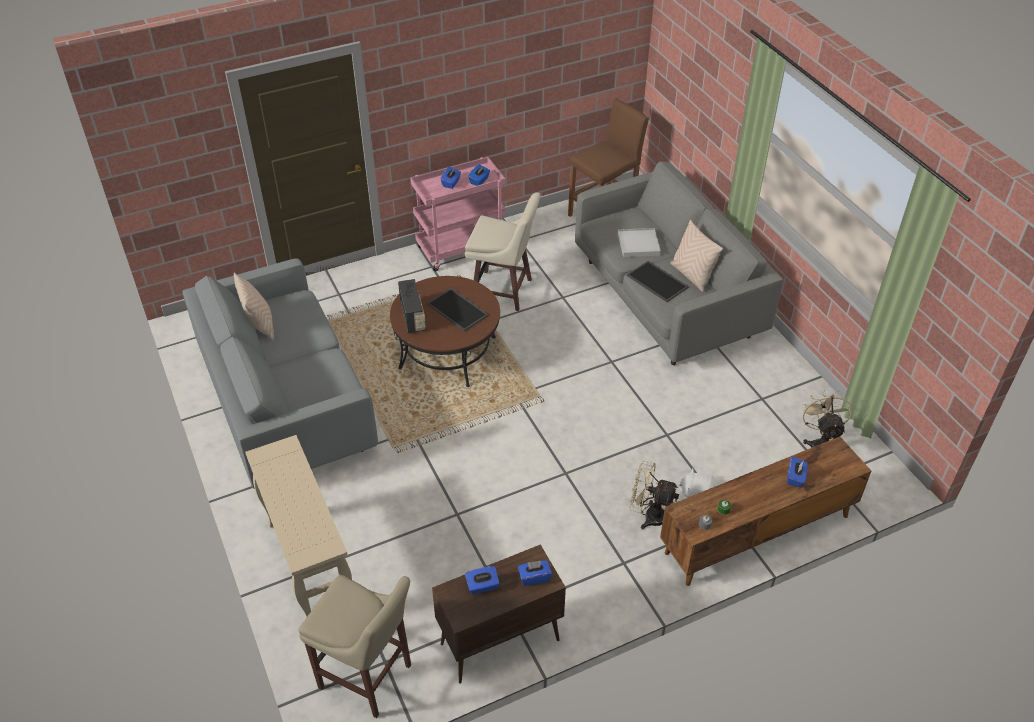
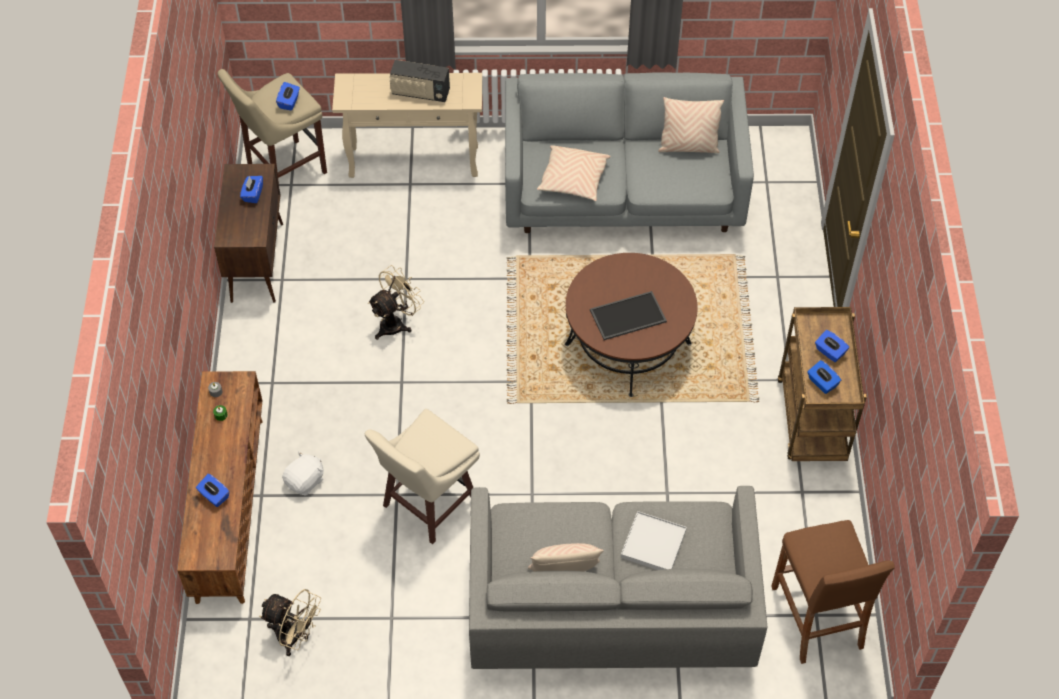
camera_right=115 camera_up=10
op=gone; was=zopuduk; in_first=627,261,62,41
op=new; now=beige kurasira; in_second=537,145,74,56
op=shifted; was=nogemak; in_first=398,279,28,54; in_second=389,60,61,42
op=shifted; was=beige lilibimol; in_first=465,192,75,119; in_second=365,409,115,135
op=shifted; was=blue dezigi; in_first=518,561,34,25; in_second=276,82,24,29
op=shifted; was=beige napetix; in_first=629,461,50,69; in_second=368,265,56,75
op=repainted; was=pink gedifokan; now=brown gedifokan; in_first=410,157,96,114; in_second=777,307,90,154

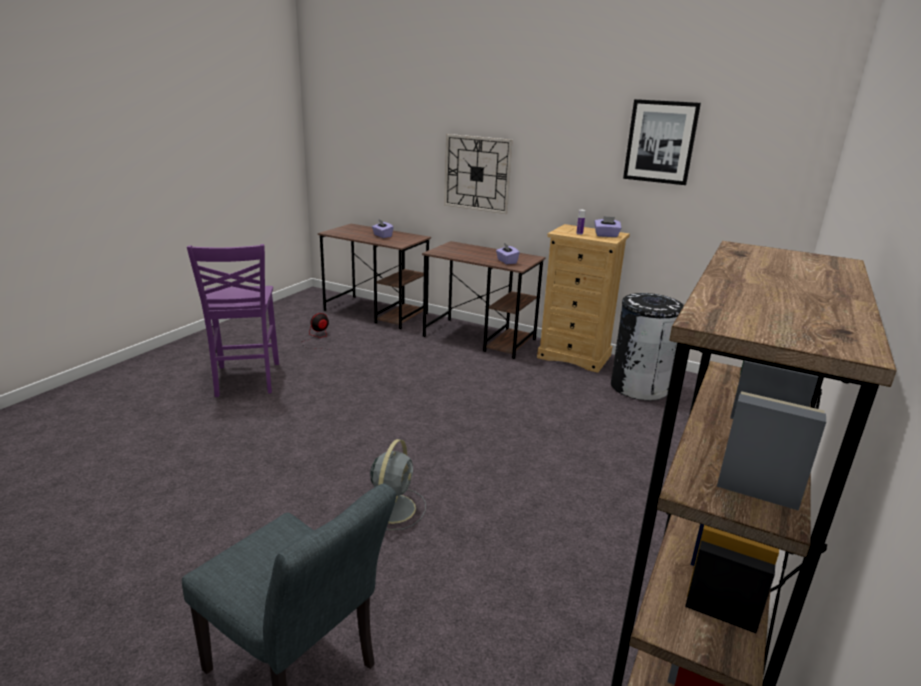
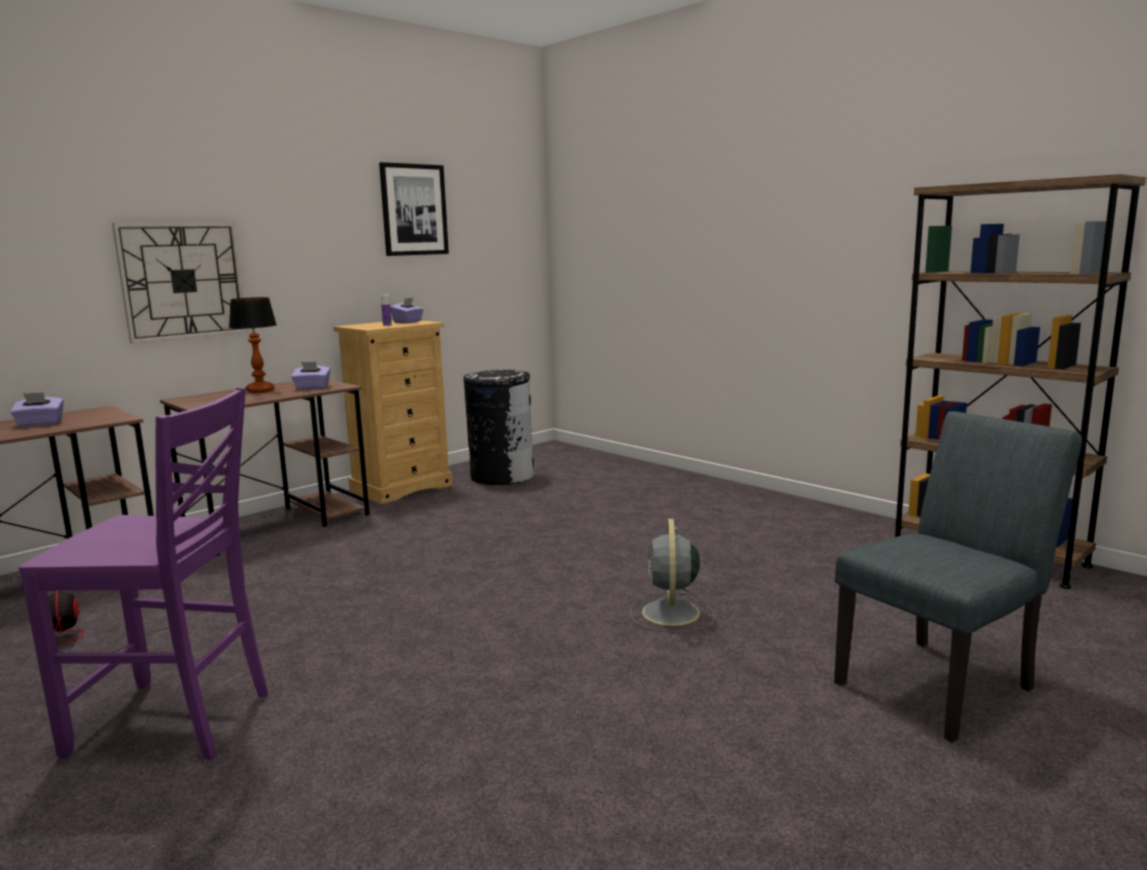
camera_right=-70 camera_up=-10
op=new; now=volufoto; in_second=229,297,48,96
op=rotated; was=grey napetix; in_first=370,439,56,91; in_second=630,519,85,114; clockwise=-120

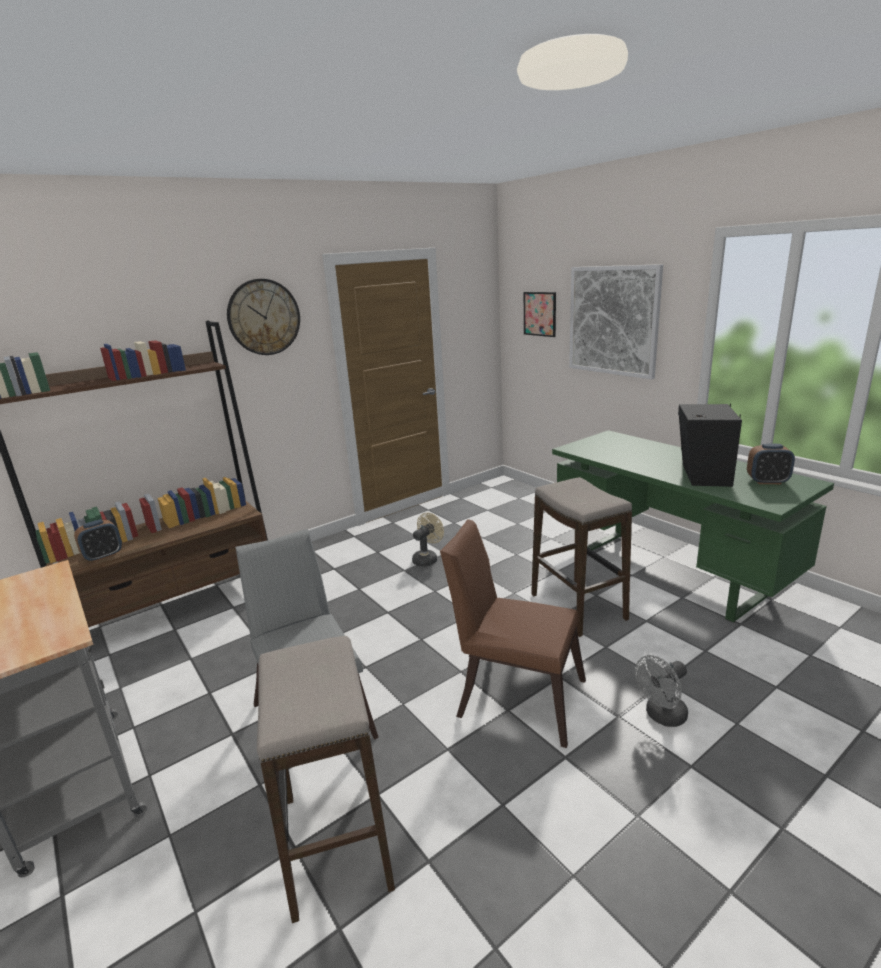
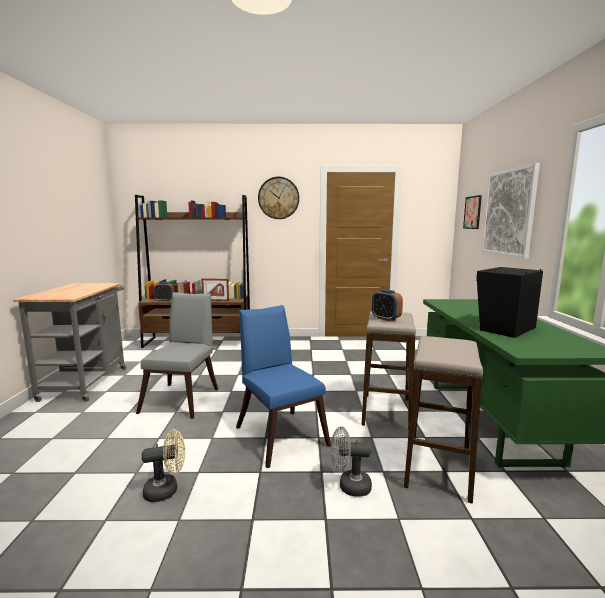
camera_right=35 camera_up=-10
op=new; now=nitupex; in_second=201,278,28,23
op=shifted; was=lilibimol; in_first=257,636,138,287; in_second=404,336,79,168
op=shifted; was=beige napetix; in_first=412,513,32,54; in_second=142,429,43,73
op=shifted; was=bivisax; in_first=747,444,48,40; in_second=372,289,31,32
op=repainted; was=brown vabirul; now=blue vabirul; in_first=440,519,146,229; in_second=236,305,95,163

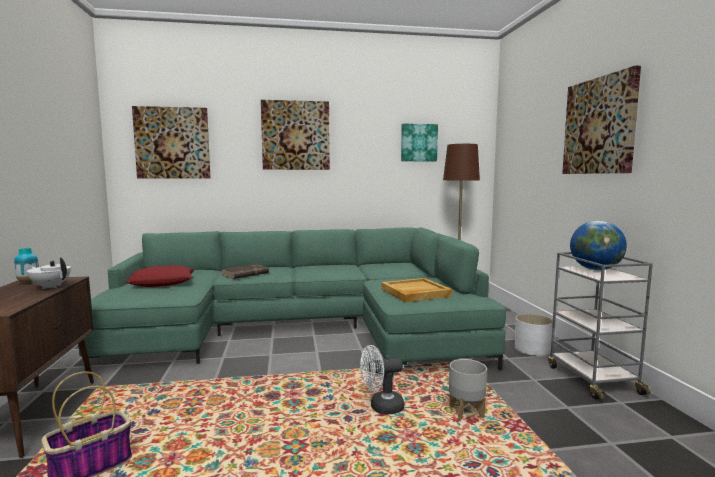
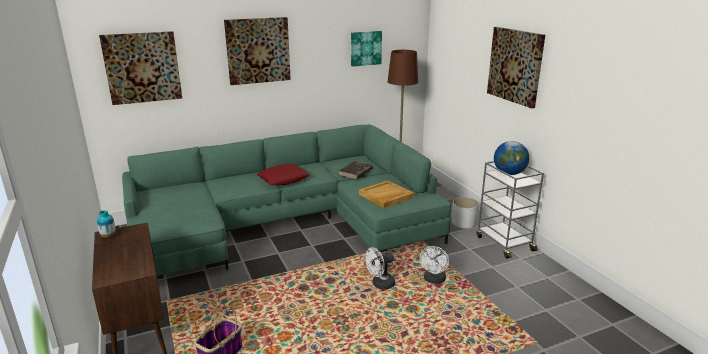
camera_right=-15 camera_up=15
op=gone; was=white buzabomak; in_first=27,257,44,32
op=shifted; was=red kurasira; in_first=126,265,68,22; in_second=257,164,53,22
op=shifted; was=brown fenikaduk; in_first=222,264,47,15; in_second=339,161,34,18
op=swapped; was=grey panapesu; now=white napetix; in_first=449,359,38,61; in_second=420,246,29,38

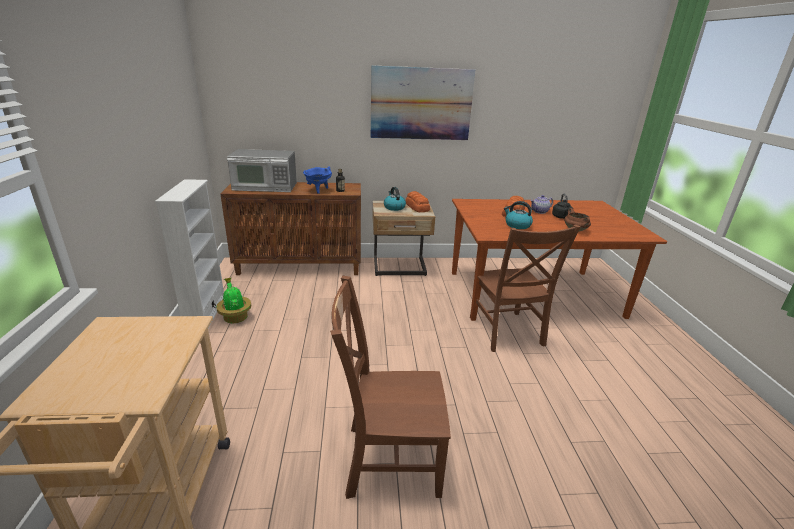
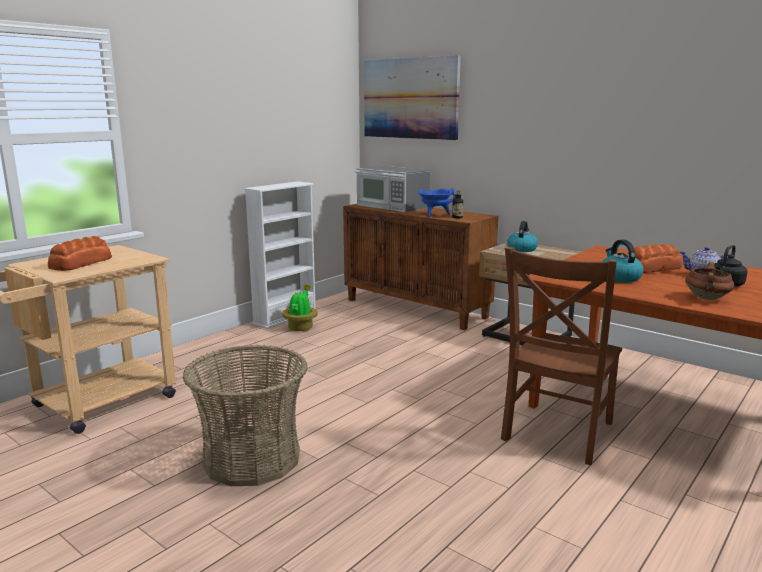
camera_right=45 camera_up=-10
op=shifted; was=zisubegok; in_first=371,65,104,75; in_second=364,55,97,85
op=shifted; was=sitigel; in_first=405,191,25,21; in_second=48,236,64,35
op=swapped; was=brown vabirul; now=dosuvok; in_first=330,276,121,223; in_second=183,345,125,141

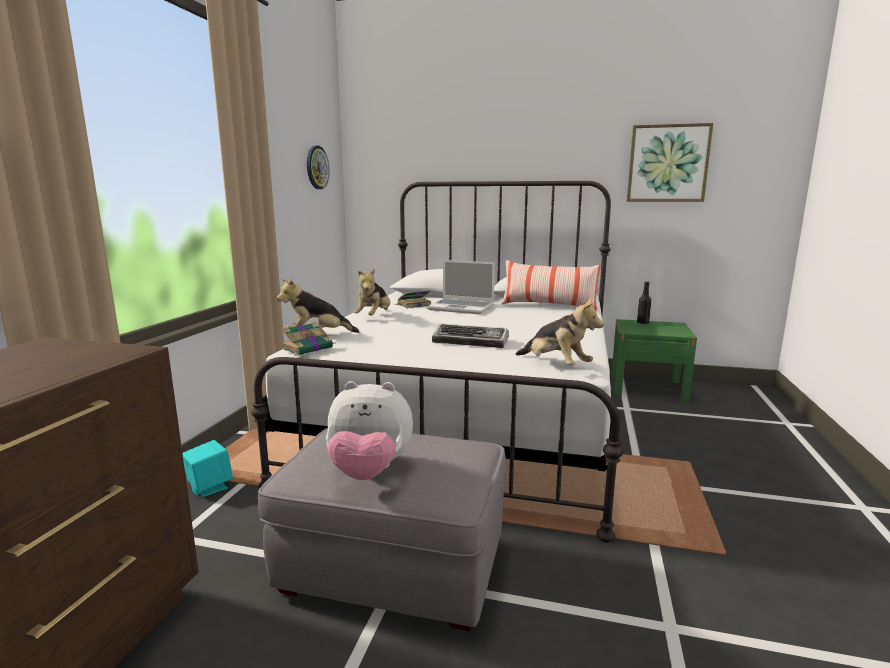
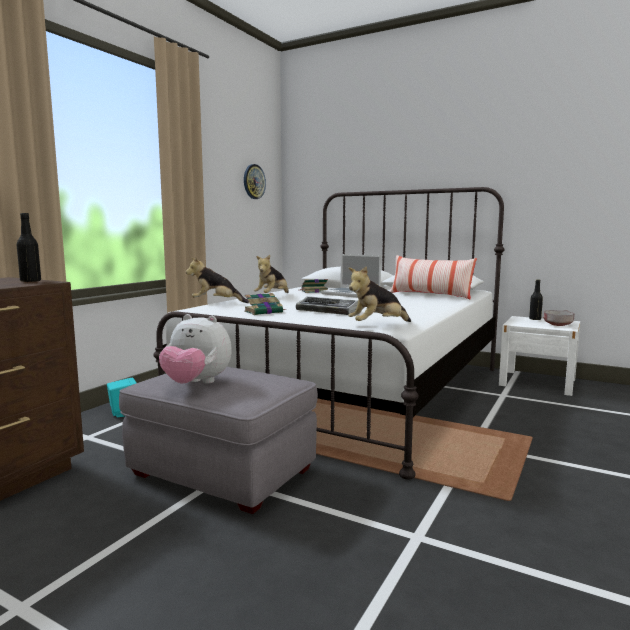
camera_right=15 camera_up=-5
op=gone; was=zisubegok; in_first=627,123,87,79
op=new; now=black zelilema; in_second=16,213,25,69
op=new; now=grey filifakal; in_second=543,310,32,16
op=shifted; was=fenikaduk; in_first=282,322,52,33; in_second=244,293,41,22
op=repainted; was=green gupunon; now=white gupunon; in_first=611,319,86,83; in_second=499,316,81,80
op=rotated; was=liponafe; in_first=516,296,88,69; in_second=348,266,63,56; clockwise=90

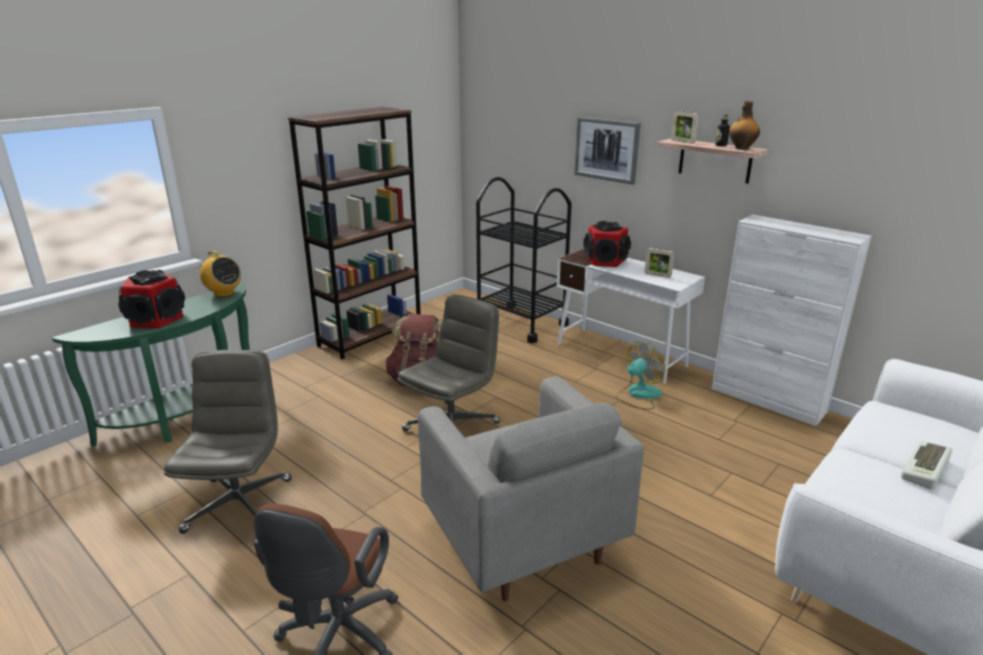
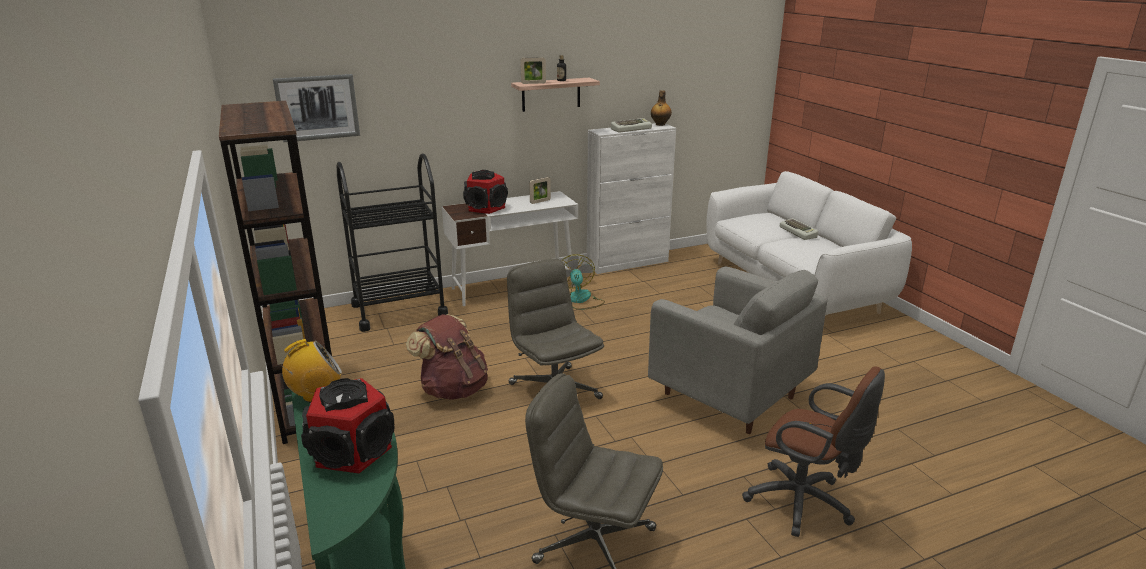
camera_right=-65 camera_up=0
op=new; now=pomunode; in_second=611,118,41,15
op=shifted; was=zisubegok; in_first=574,117,66,68; in_second=273,74,87,68
op=shifted; was=zelilema; in_first=729,101,31,49; in_second=651,90,21,36
op=rotated; was=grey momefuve; in_first=418,376,226,225; in_second=648,267,180,167; clockwise=45

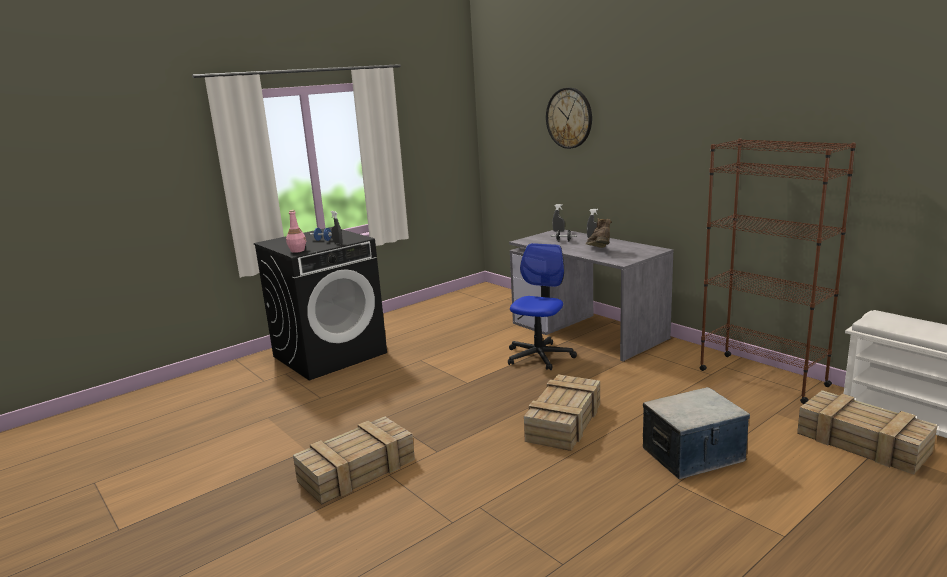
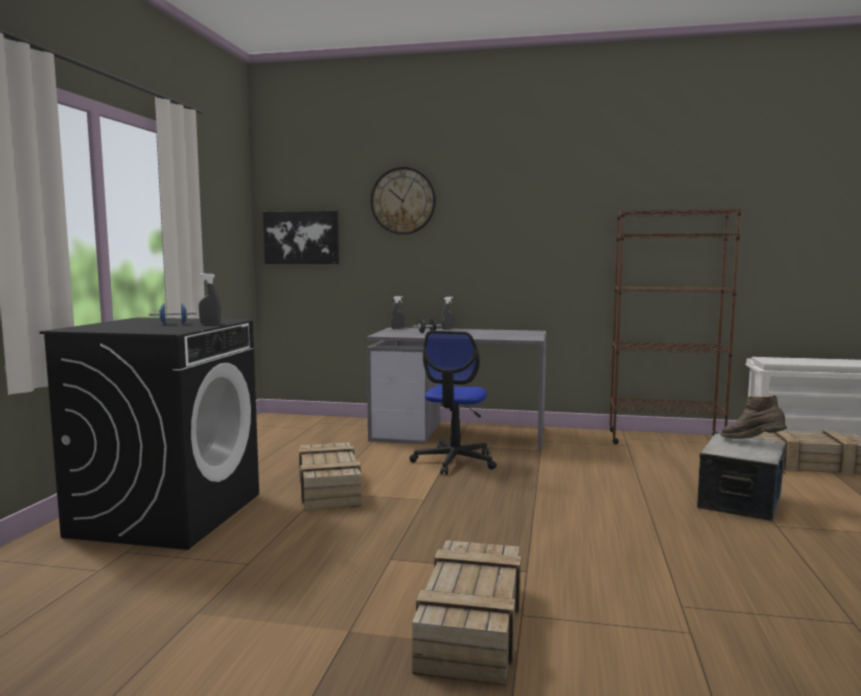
camera_right=-40 camera_up=-10
op=gone; was=pink zelilema; in_first=286,210,20,43
op=new; now=zisubegok; in_second=263,211,76,53
op=shifted; was=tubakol; in_first=524,374,76,77; in_second=299,442,62,69
op=shifted; was=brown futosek; in_first=586,218,26,30; in_second=720,395,67,44
op=rotated; was=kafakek; in_first=508,243,69,127; in_second=410,331,87,144; clockwise=-150

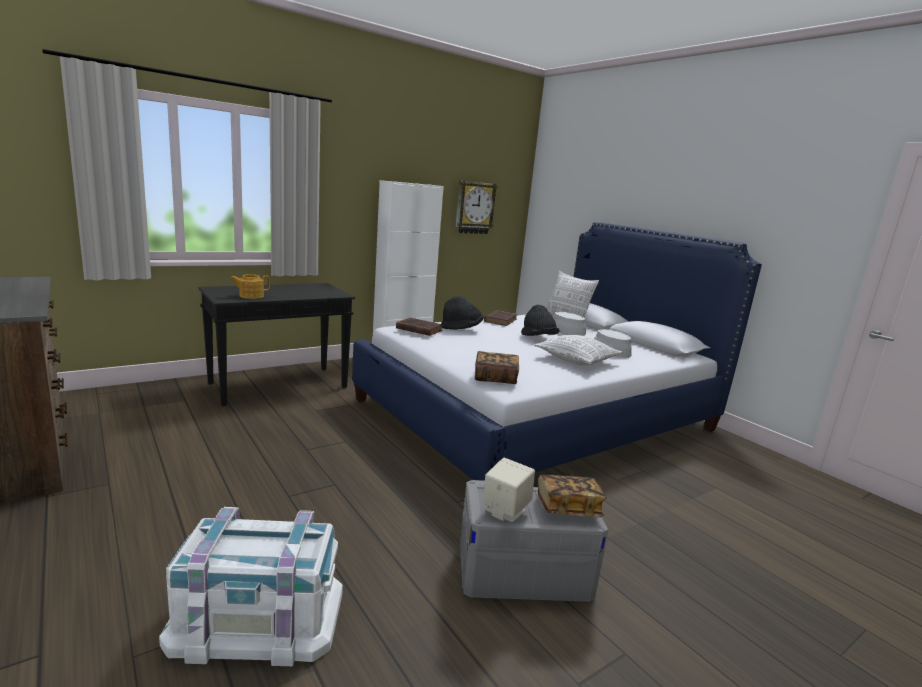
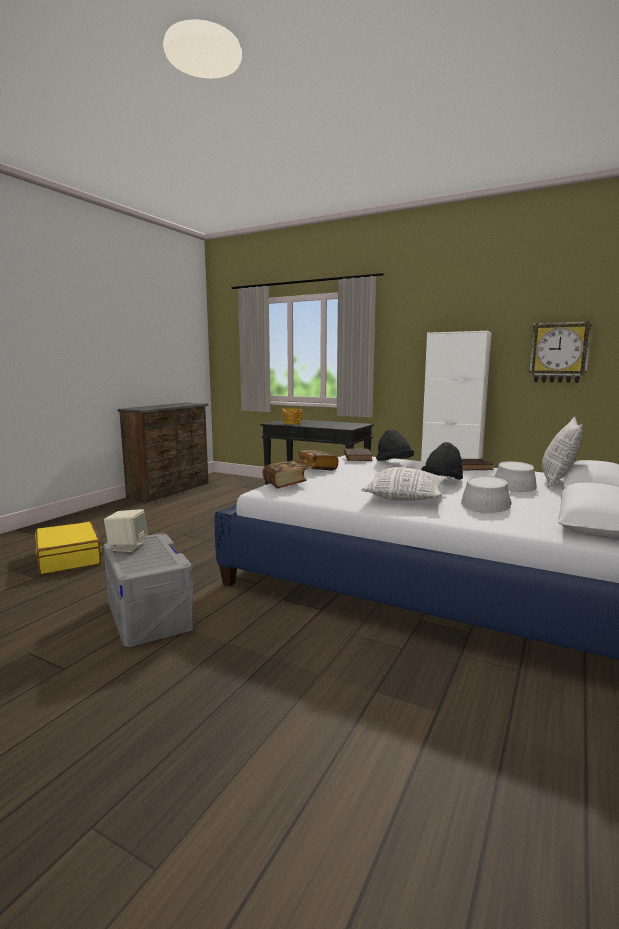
camera_right=65 camera_up=-5
op=shifted; was=fenikaduk; in_first=538,475,69,42; in_second=297,450,42,20
op=swapped; was=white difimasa; now=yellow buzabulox; in_first=159,507,184,159; in_second=35,521,67,53

